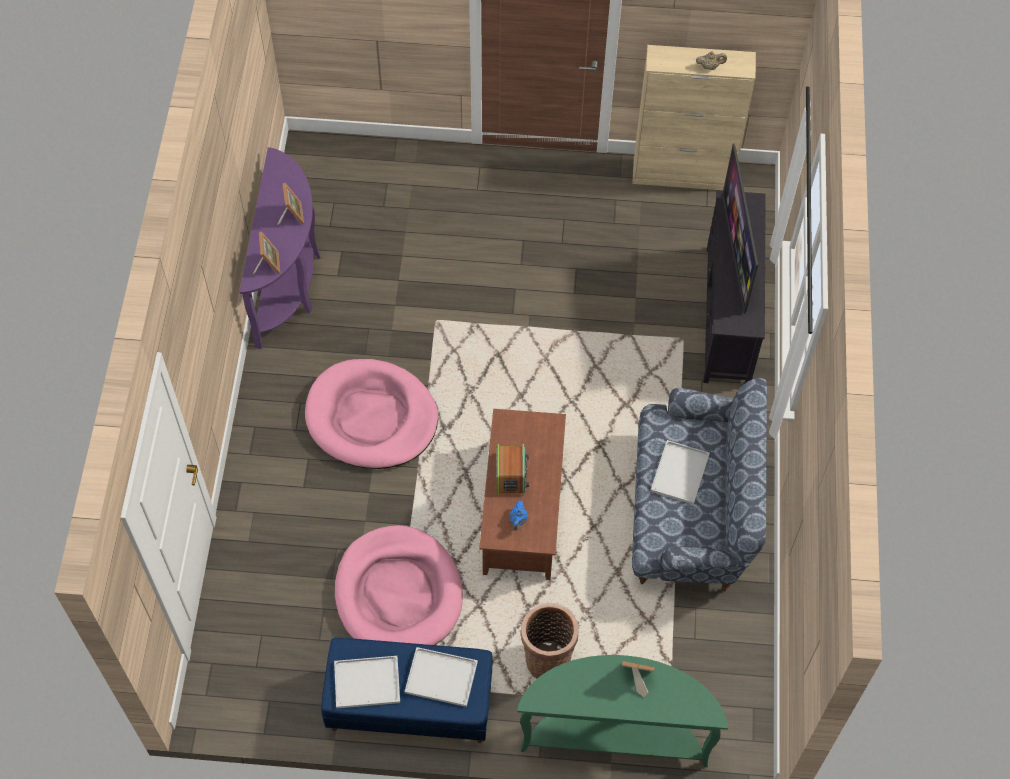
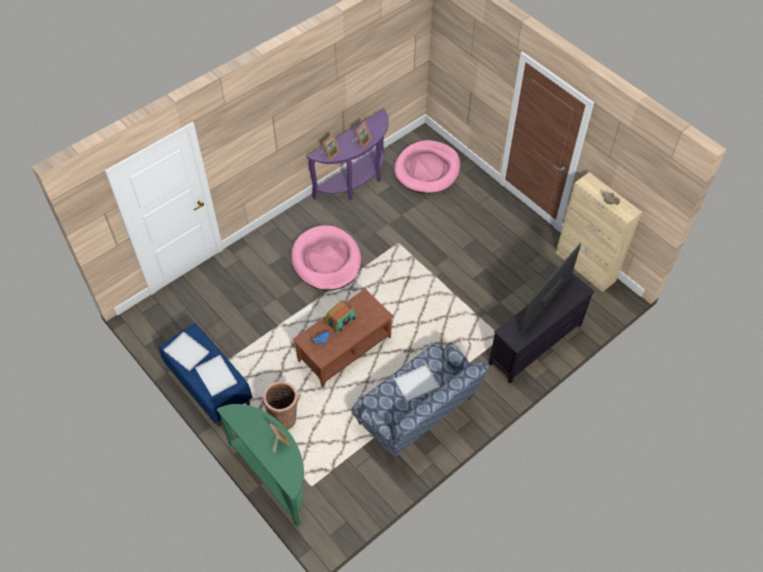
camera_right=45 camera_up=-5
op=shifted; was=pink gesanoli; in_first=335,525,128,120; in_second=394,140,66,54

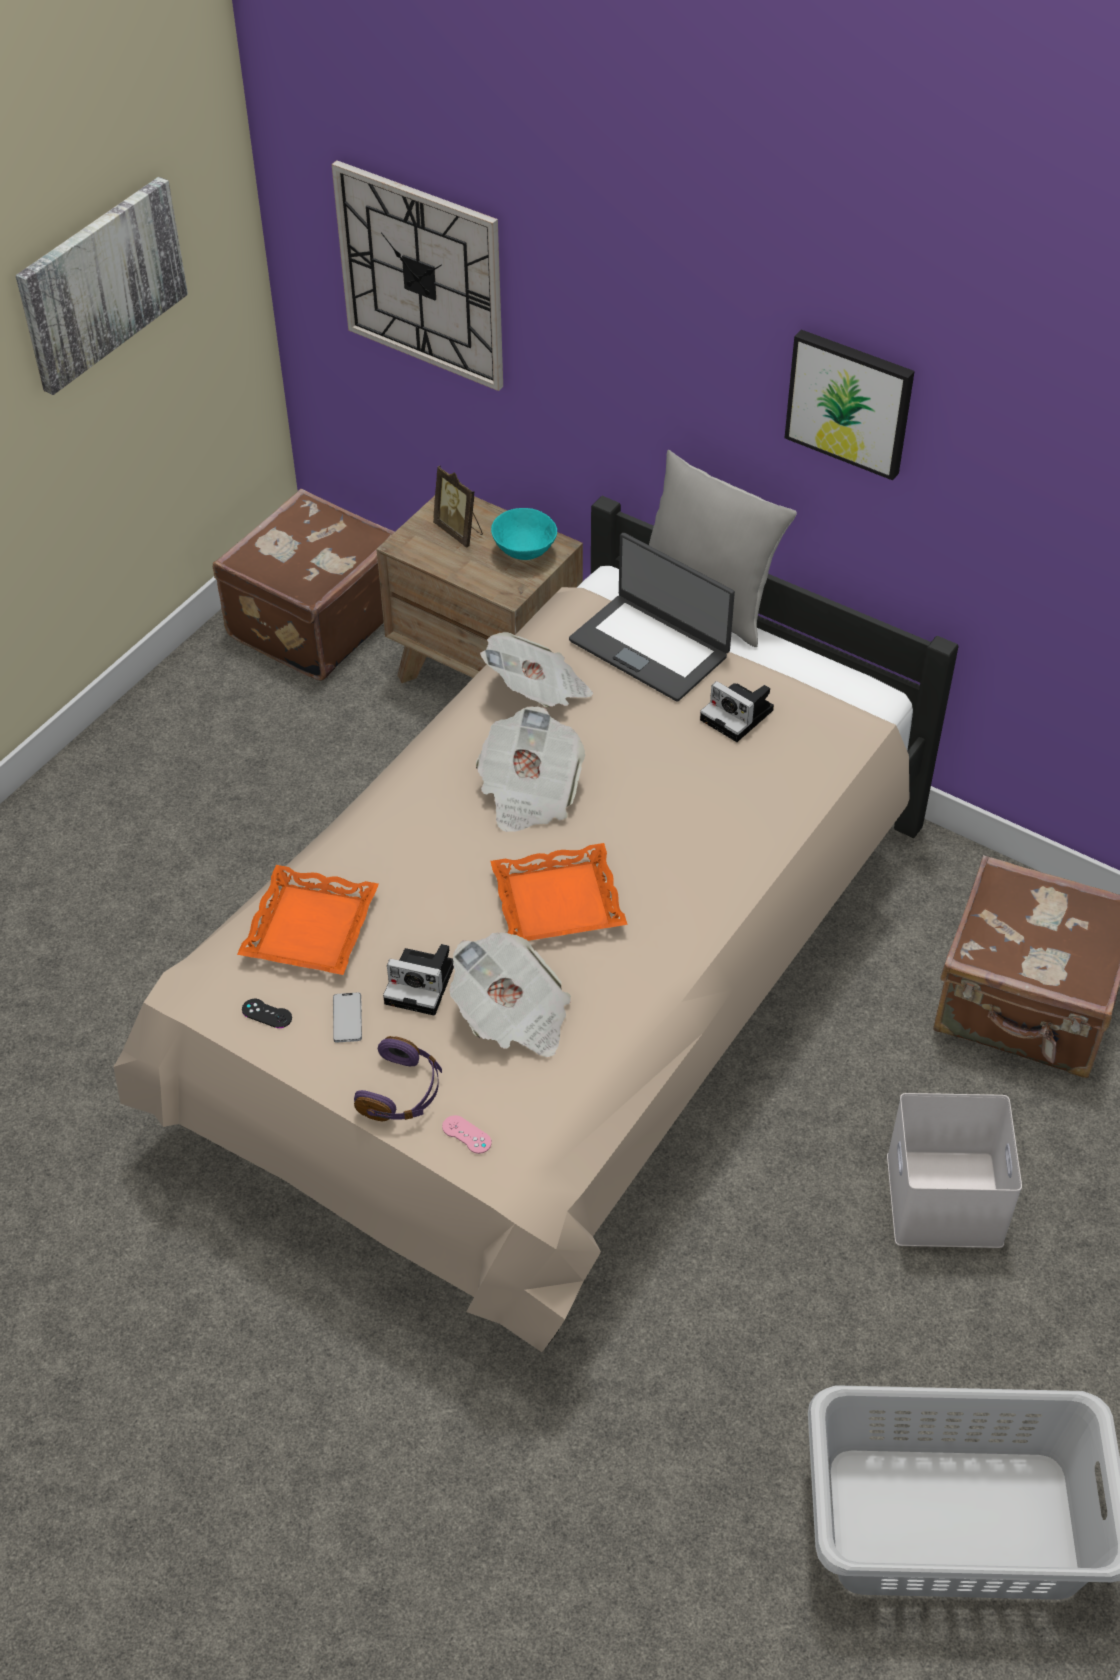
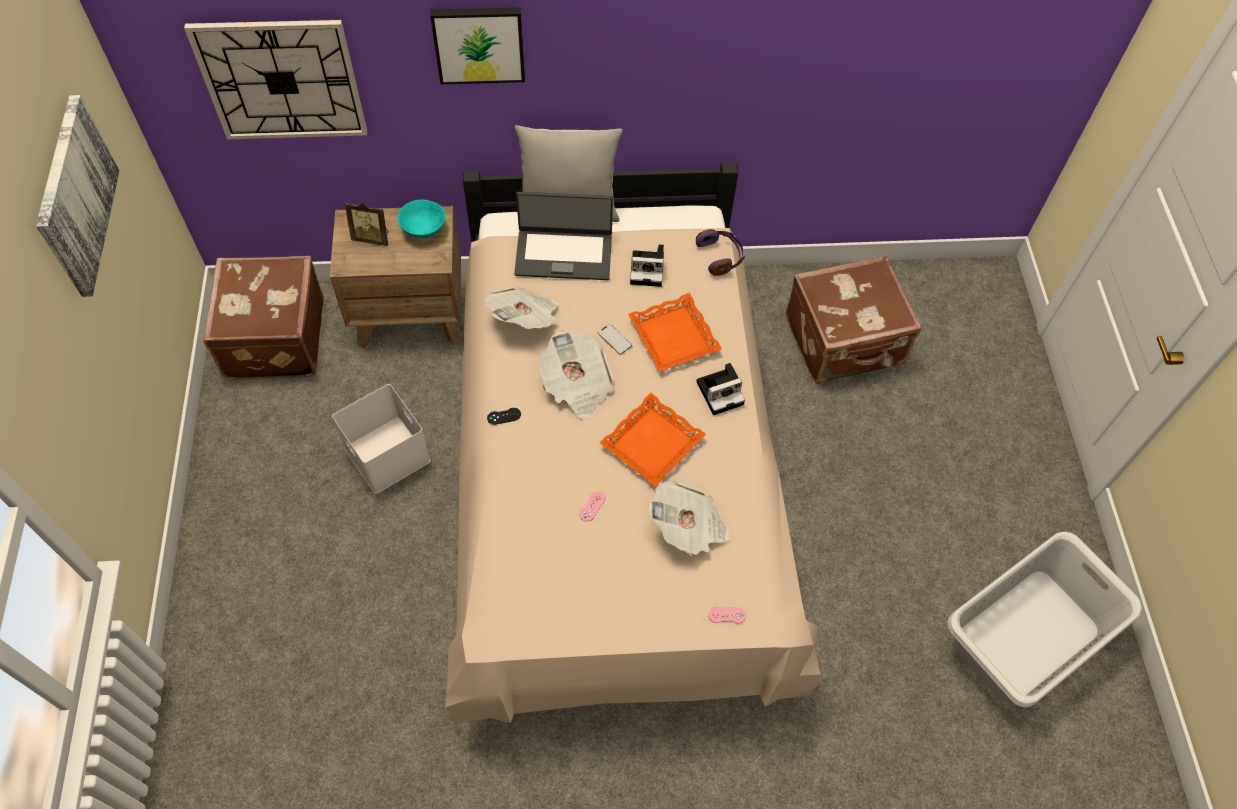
camera_right=-40 camera_up=10
op=new; now=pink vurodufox; in_second=579,491,26,30
op=shifted; was=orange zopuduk; in_first=237,865,142,110; in_second=628,293,94,79
op=shifted; was=black vurodufox; in_first=242,999,50,29; in_second=487,408,34,17
op=shifted; was=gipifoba; in_first=333,992,29,51; in_second=598,324,34,31
op=shifted; was=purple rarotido; in_first=354,1036,88,85; in_second=696,229,49,47
op=shifted; was=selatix; in_first=383,944,71,72; in_second=696,363,49,52
op=shifted; was=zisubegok; in_first=785,330,130,150; in_second=430,7,95,77
op=shifted; was=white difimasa; in_first=887,1093,135,155; in_second=332,384,98,110

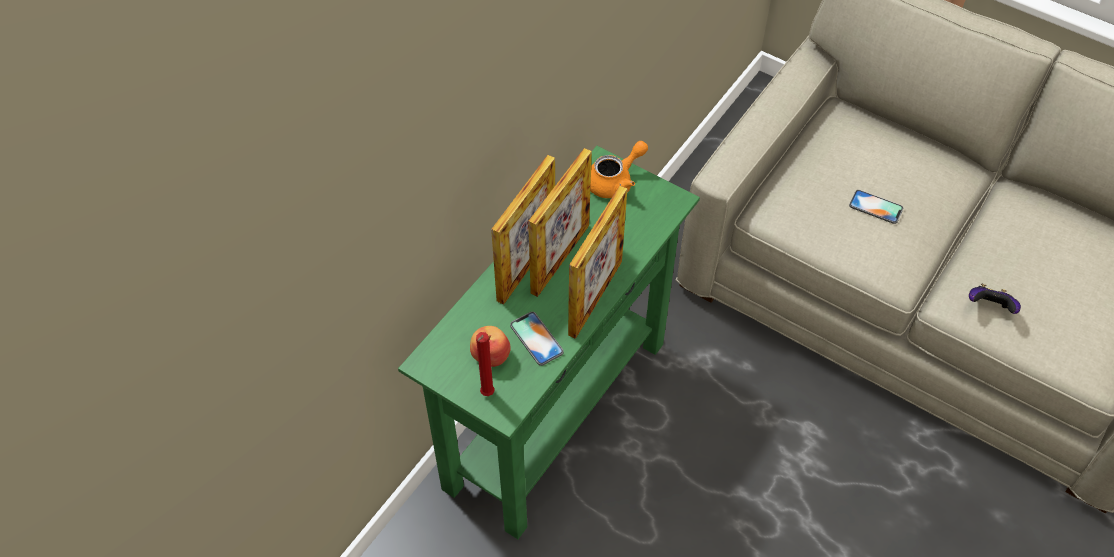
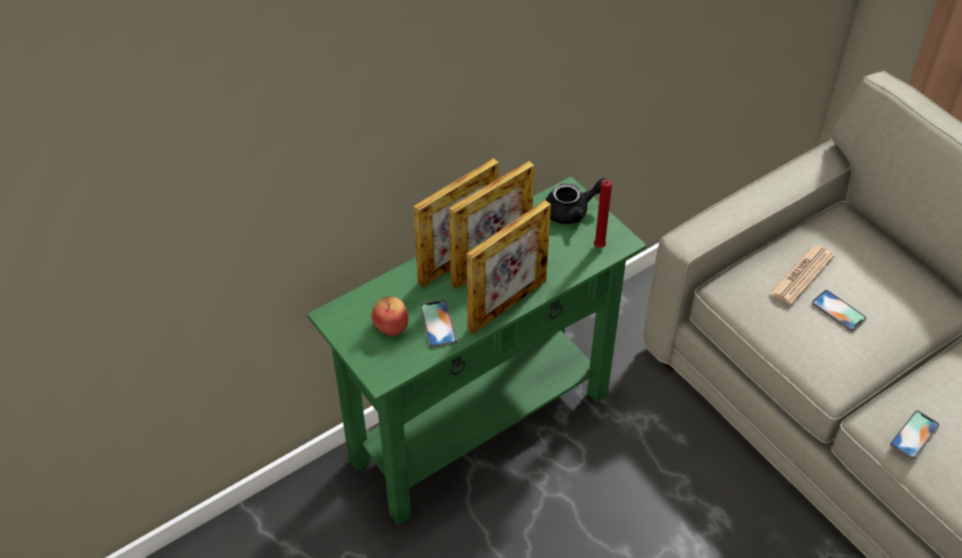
camera_right=20 camera_up=-5
op=new; now=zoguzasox; in_second=769,245,66,60
op=shifted; was=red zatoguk; in_first=476,332,19,64; in_second=594,179,18,69
op=swapped; was=vurodufox; now=gipifoba; in_first=969,284,52,30; in_second=890,411,50,48
op=repainted; was=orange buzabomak; now=black buzabomak; in_first=590,141,58,57; in_second=546,178,60,46

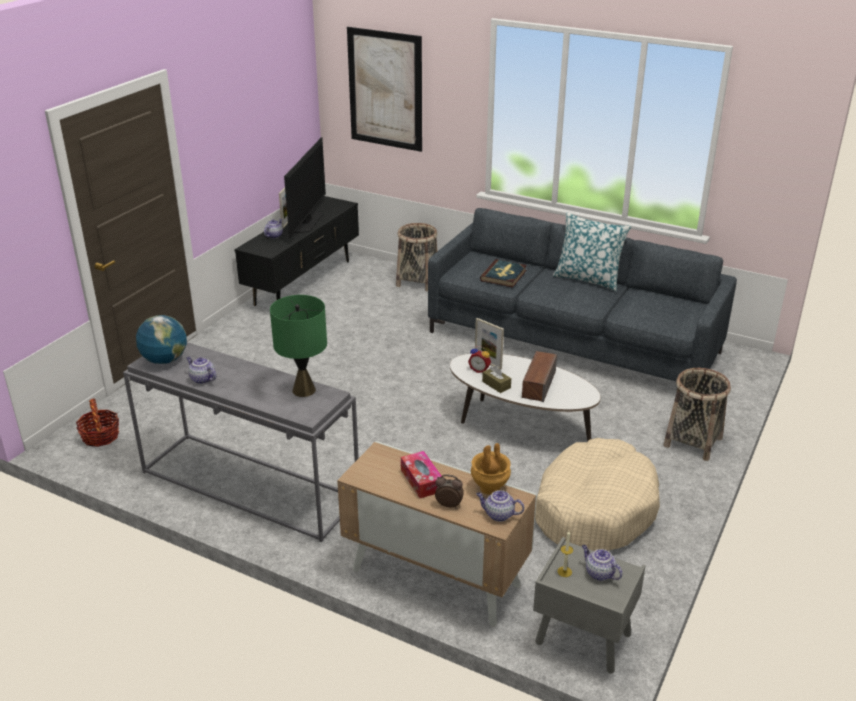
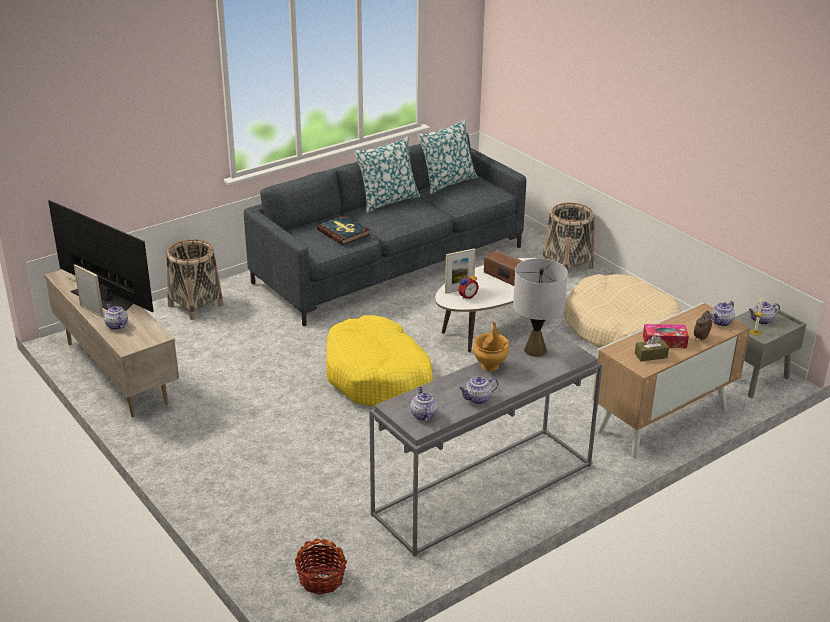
camera_right=-65 camera_up=0
op=gone; was=zisubegok; in_first=347,27,75,125
op=new; now=yellow gesanoli; in_second=326,315,107,91
op=new; now=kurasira; in_second=417,119,61,75
op=shifted; was=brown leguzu; in_first=471,443,40,52; in_second=473,321,36,50
op=shifted; was=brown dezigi; in_first=482,365,29,28; in_second=635,335,34,27
op=swapped; was=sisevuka; now=buzabomak; in_first=136,315,51,49; in_second=410,387,28,35
op=repainted; was=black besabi; now=beige besabi; in_first=234,196,125,110; in_second=44,269,135,148
op=repainted; was=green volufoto; now=grey volufoto; in_first=270,295,57,102; in_second=513,258,55,99

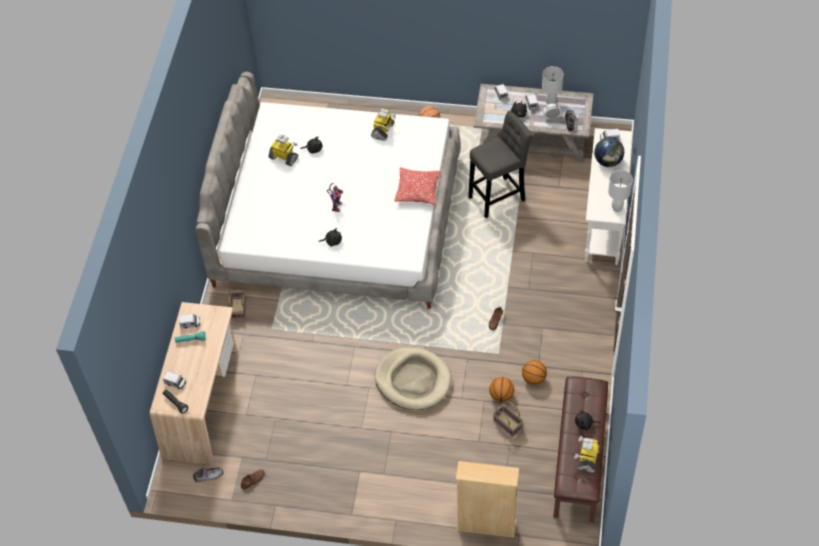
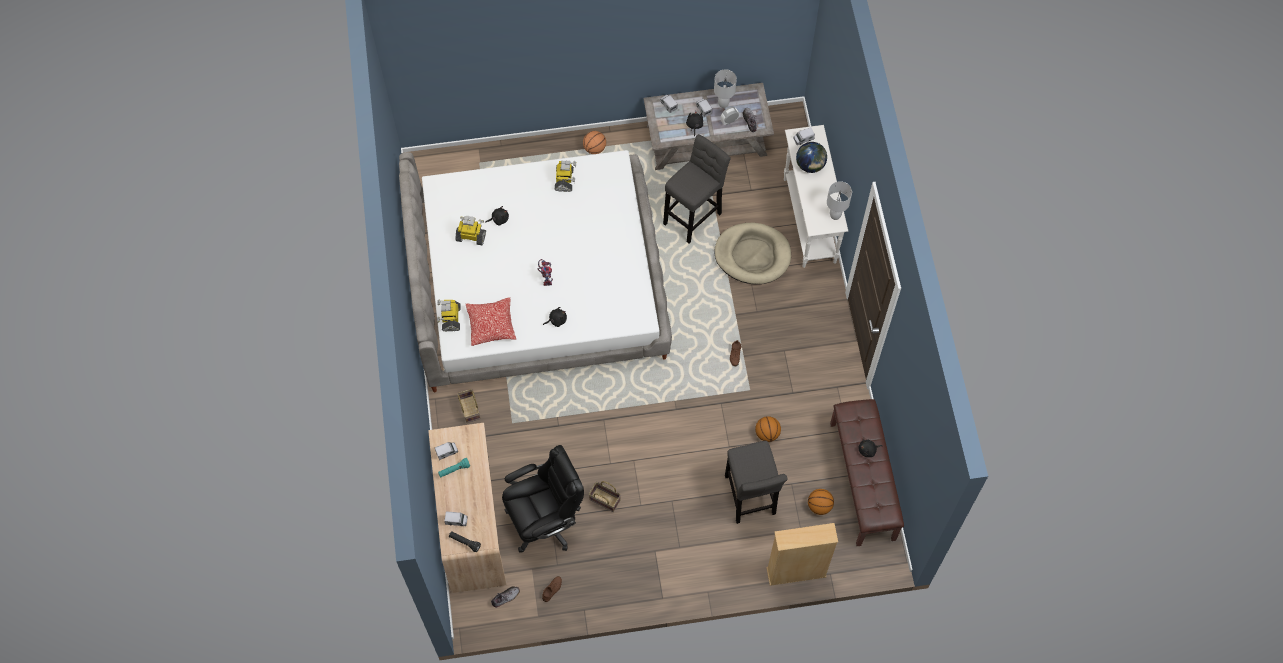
camera_right=-20 camera_up=10
op=new; now=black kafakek; in_second=502,445,82,108
op=new; now=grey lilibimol; in_second=725,441,62,83
op=shifted; was=beige gesanoli; in_first=375,347,77,63; in_second=714,222,77,62
op=shifted; was=kurasira; in_first=394,167,47,38; in_second=466,297,50,49
op=shifted; was=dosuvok; in_first=493,403,31,34; in_second=589,481,32,31
op=shifted; was=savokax; in_first=522,360,25,25; in_second=808,489,26,26
op=shifted; was=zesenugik; in_first=574,436,27,37; in_second=437,299,24,32

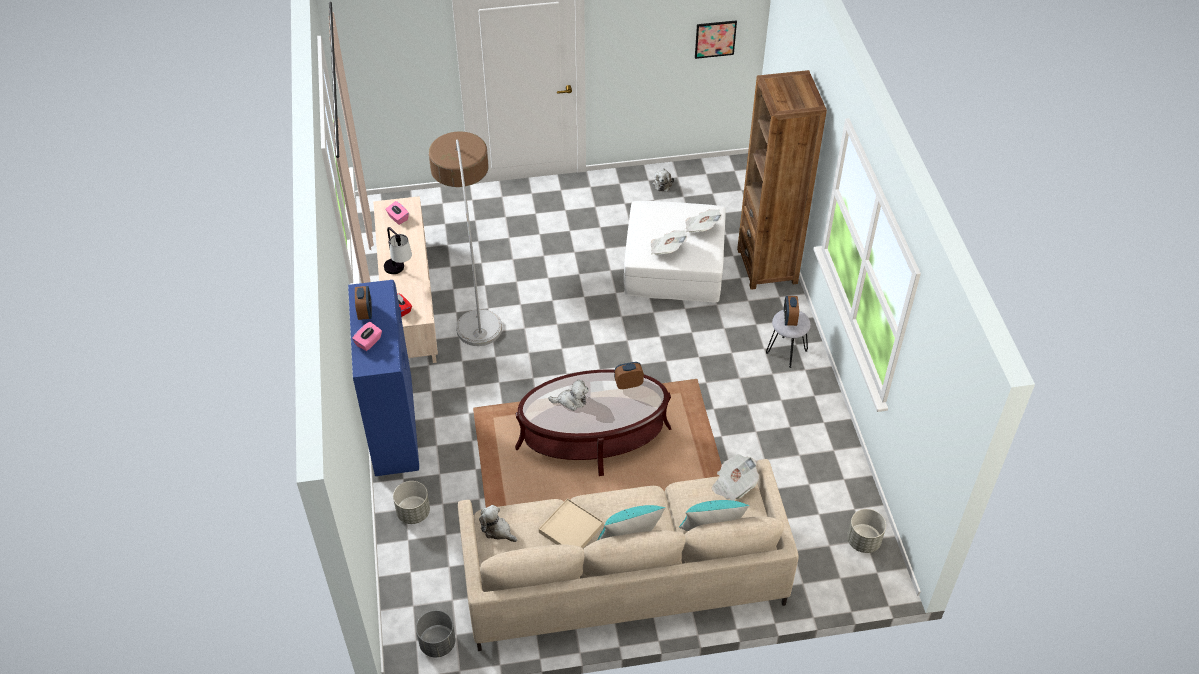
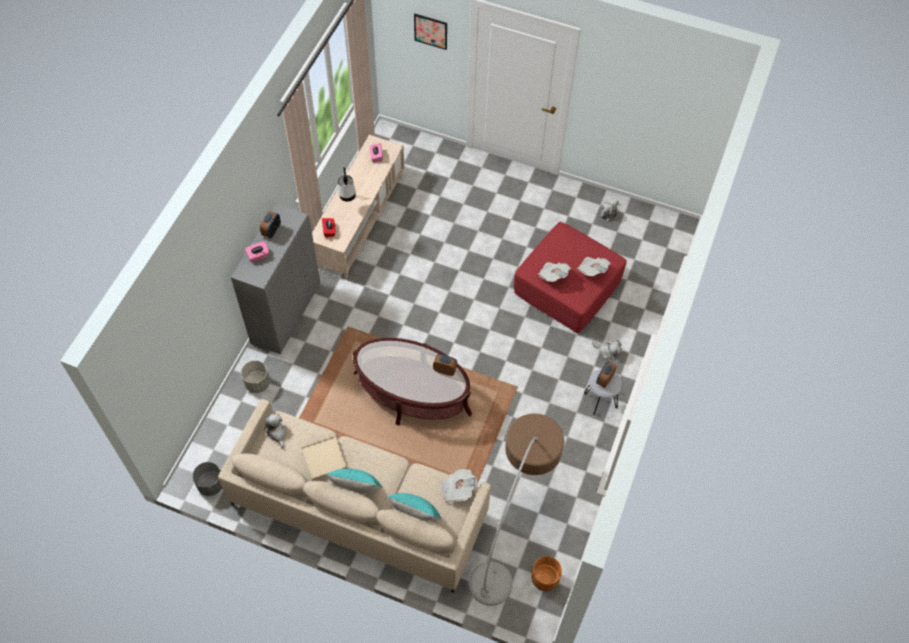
camera_right=30 camera_up=10
op=gone; was=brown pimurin; in_first=737,70,90,220
op=shifted; was=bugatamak; in_first=429,131,73,215; in_second=469,414,95,192
op=shifted; was=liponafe; in_first=548,380,41,31; in_second=592,340,30,20
op=shifted; was=zisubegok; in_first=695,20,42,39; in_second=414,14,33,36
op=repainted; was=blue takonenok; now=grey takonenok; in_first=348,280,71,196; in_second=231,204,89,150
op=repainted; was=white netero; now=red netero; in_first=624,201,102,102; in_second=514,222,113,111
op=repainted; was=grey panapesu; now=orange panapesu; in_first=847,509,39,44; in_second=531,556,31,35

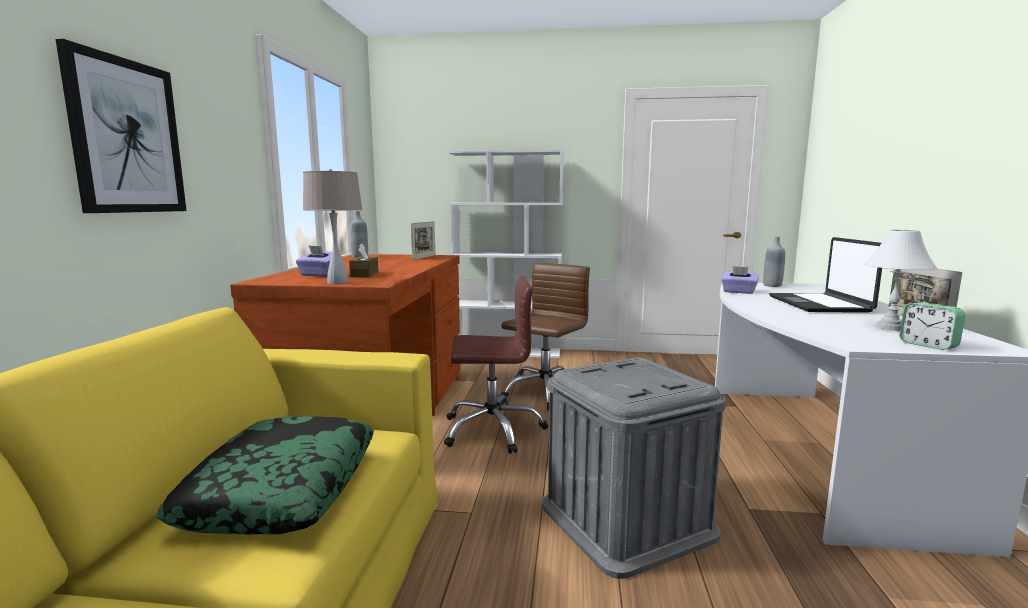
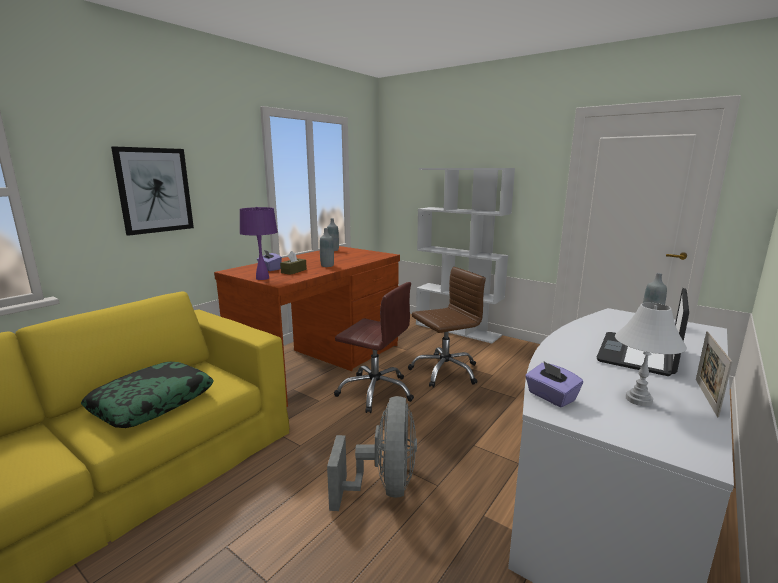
camera_right=30 camera_up=5
op=gone; was=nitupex; in_first=411,221,24,39
op=gone; was=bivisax; in_first=899,302,66,48
op=new; now=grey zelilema; in_second=320,228,14,39
op=shifted; was=purple dezigi; in_first=721,266,38,28; in_second=525,362,58,46
op=swapped; was=grey difimasa; now=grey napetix; in_first=542,358,184,221; in_second=327,396,90,115
op=repainted; was=beige volufoto; now=purple volufoto; in_first=303,169,60,115; in_second=239,207,39,73

